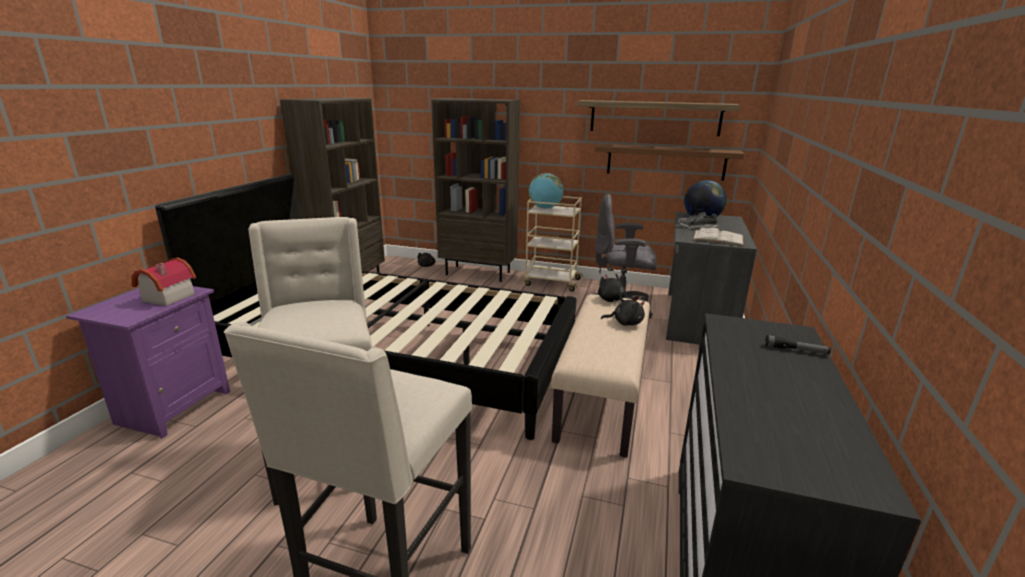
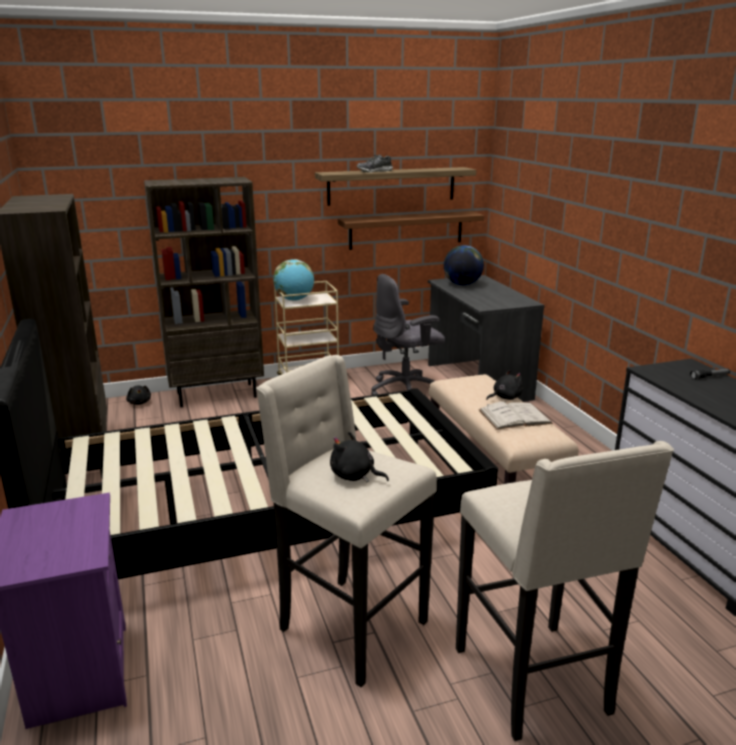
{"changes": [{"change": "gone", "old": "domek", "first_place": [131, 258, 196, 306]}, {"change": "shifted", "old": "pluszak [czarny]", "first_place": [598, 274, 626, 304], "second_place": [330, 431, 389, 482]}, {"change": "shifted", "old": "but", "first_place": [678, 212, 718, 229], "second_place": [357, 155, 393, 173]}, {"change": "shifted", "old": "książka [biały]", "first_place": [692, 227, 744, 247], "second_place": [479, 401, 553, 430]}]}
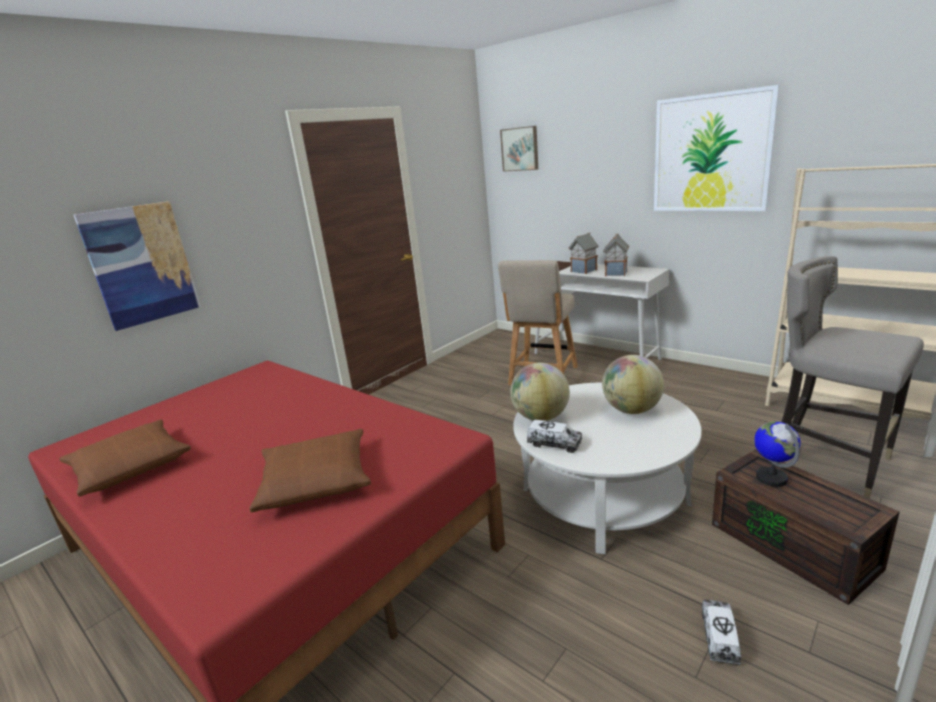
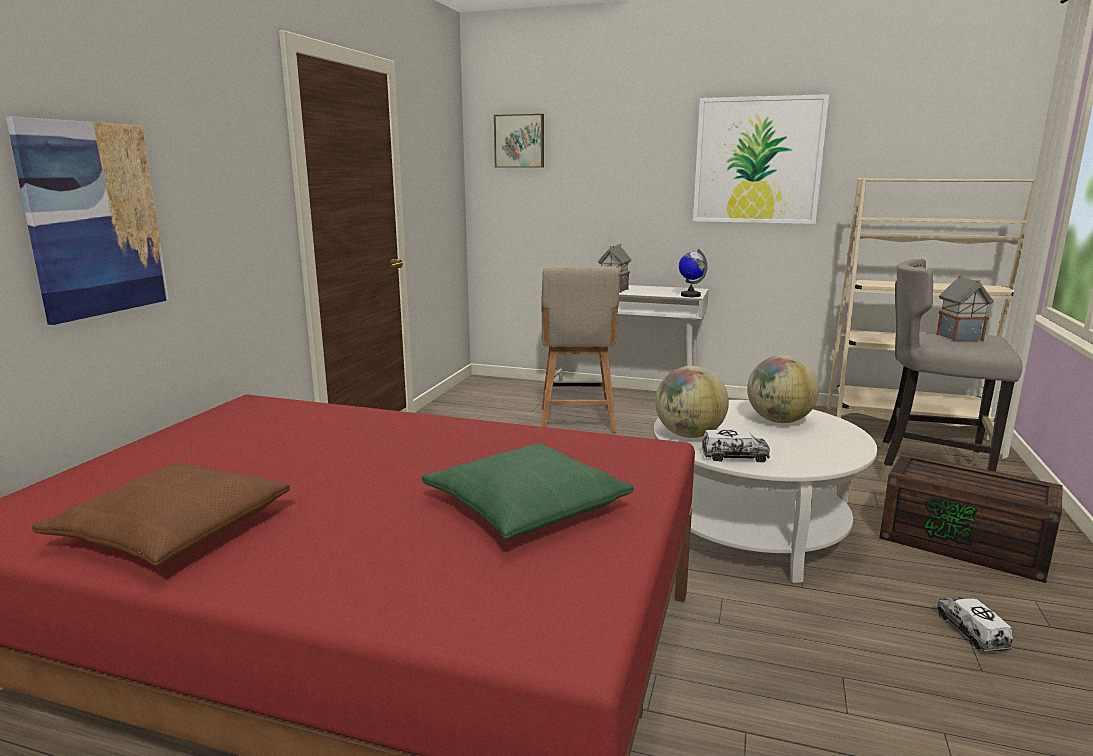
{"changes": [{"change": "repainted", "old": "poduszka [brązowy]", "new": "poduszka [zielony]", "first_place": [249, 429, 371, 512], "second_place": [422, 442, 633, 539]}, {"change": "shifted", "old": "domek", "first_place": [603, 234, 629, 276], "second_place": [936, 276, 993, 342]}, {"change": "shifted", "old": "globus", "first_place": [754, 421, 801, 487], "second_place": [679, 249, 707, 297]}]}
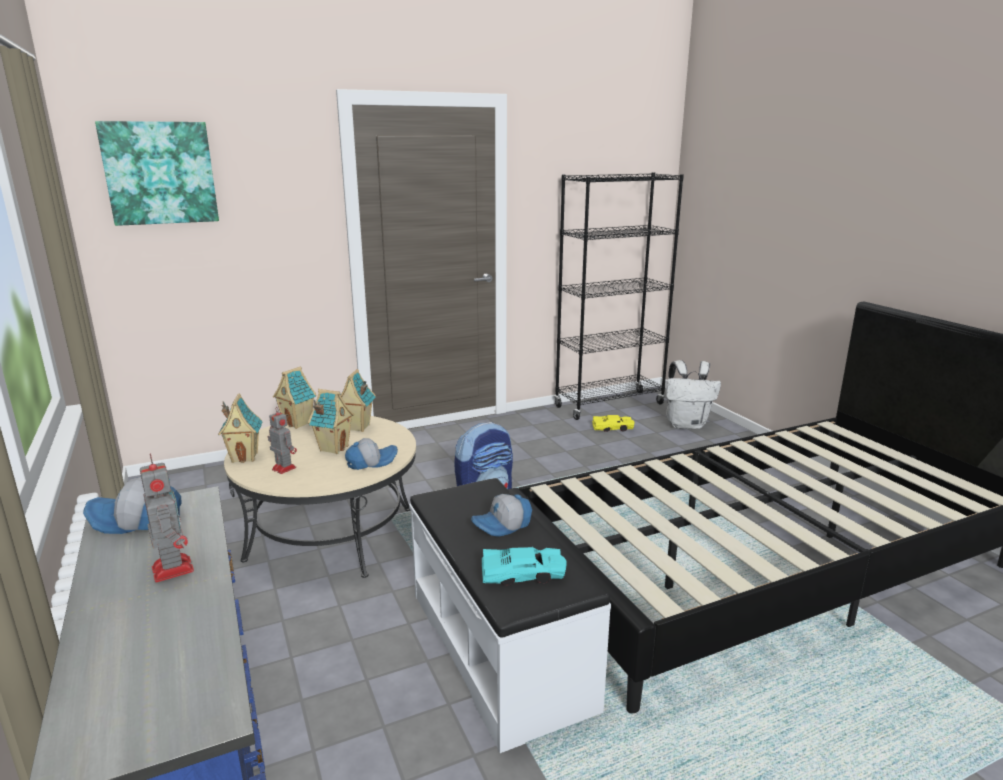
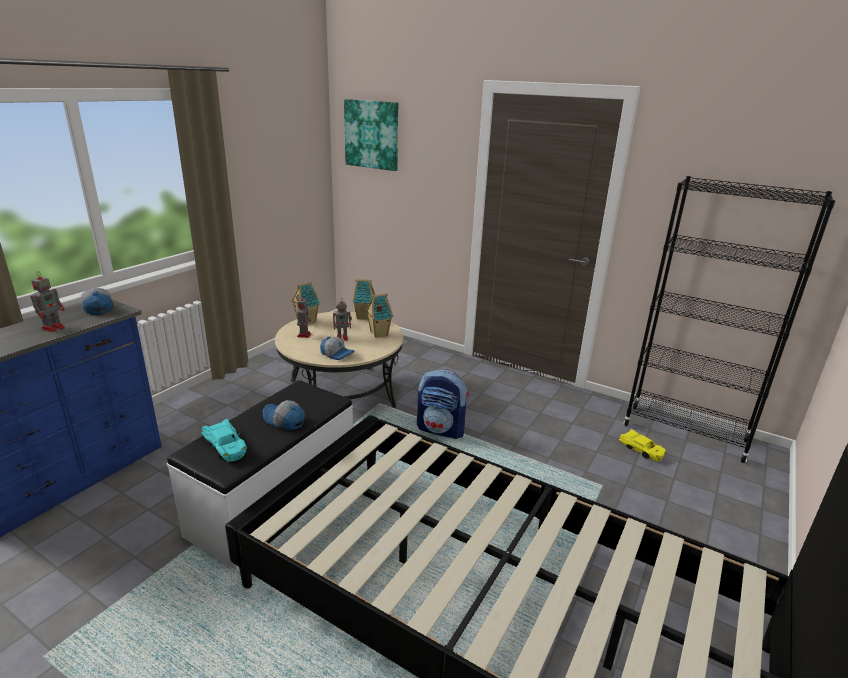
{"changes": [{"change": "swapped", "old": "domek", "new": "robot zabawkowy", "first_place": [308, 389, 354, 454], "second_place": [333, 298, 352, 341]}, {"change": "gone", "old": "plecak [biały]", "first_place": [666, 360, 721, 429]}]}
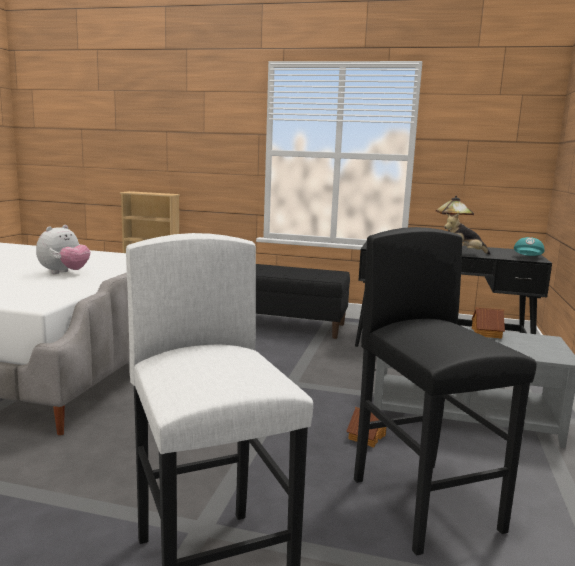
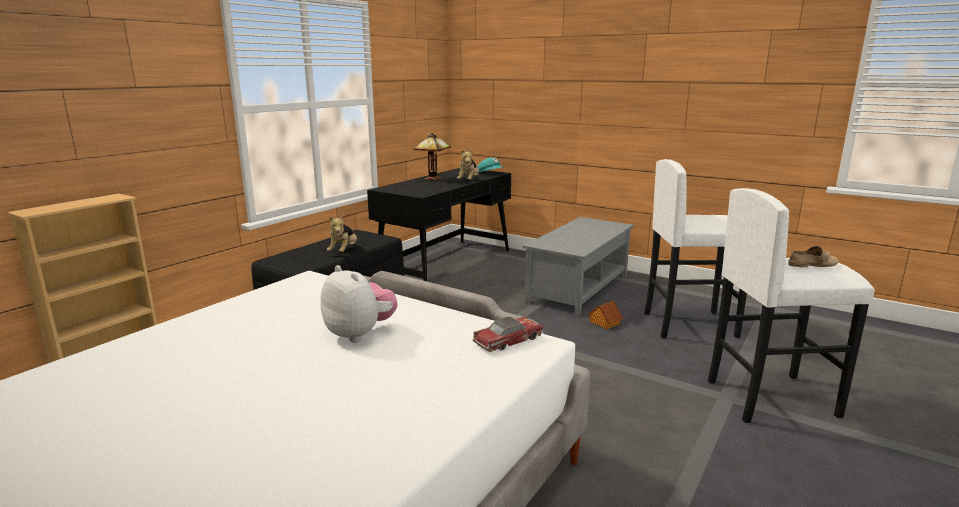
{"changes": [{"change": "repainted", "old": "stołek [czarny]", "new": "stołek [biały]", "first_place": [354, 227, 537, 556], "second_place": [644, 159, 747, 338]}, {"change": "gone", "old": "domek", "first_place": [472, 307, 505, 339]}, {"change": "new", "new": "pluszak", "second_place": [327, 215, 357, 252]}, {"change": "new", "new": "samochodzik", "second_place": [473, 316, 543, 352]}, {"change": "new", "new": "but [beżowy]", "second_place": [788, 246, 839, 267]}]}
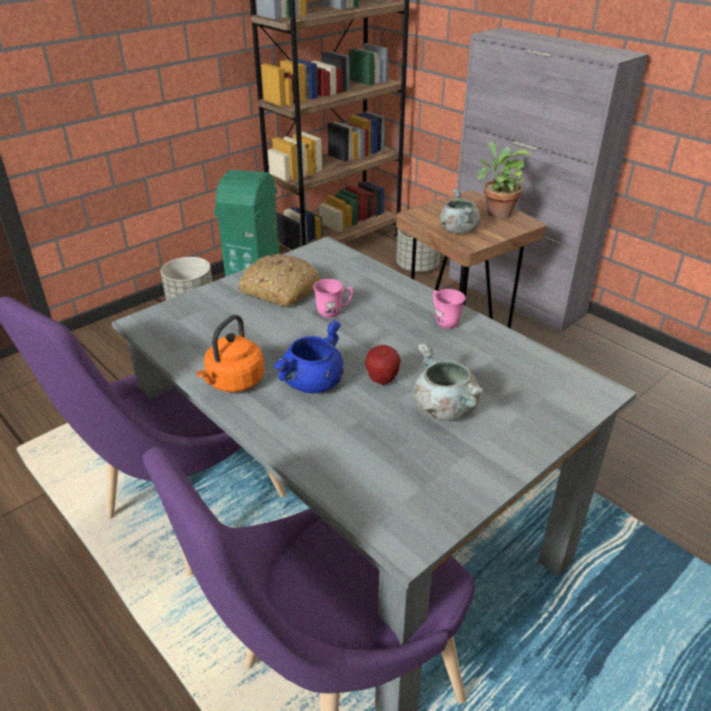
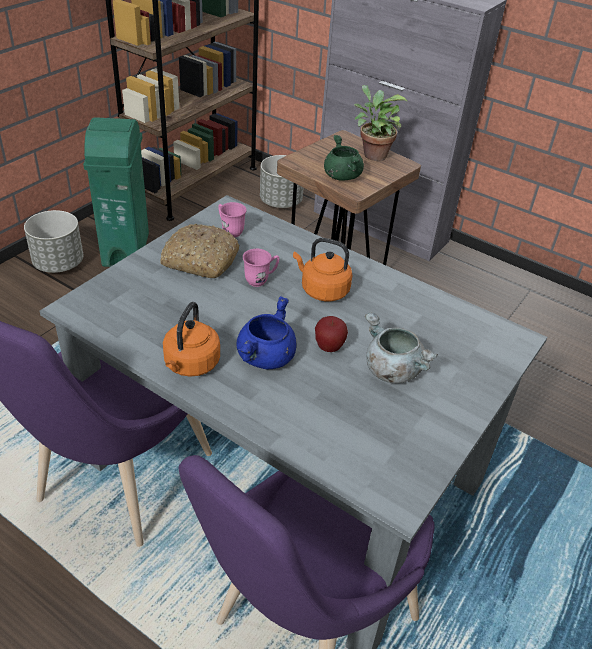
{"changes": [{"change": "shifted", "old": "kubek [różowy]", "first_place": [433, 289, 465, 329], "second_place": [218, 202, 247, 237]}, {"change": "repainted", "old": "garnek [szary]", "new": "garnek [zielony]", "first_place": [439, 189, 481, 234], "second_place": [324, 135, 364, 181]}, {"change": "new", "new": "czajnik [pomarańczowy]", "second_place": [293, 238, 352, 301]}]}
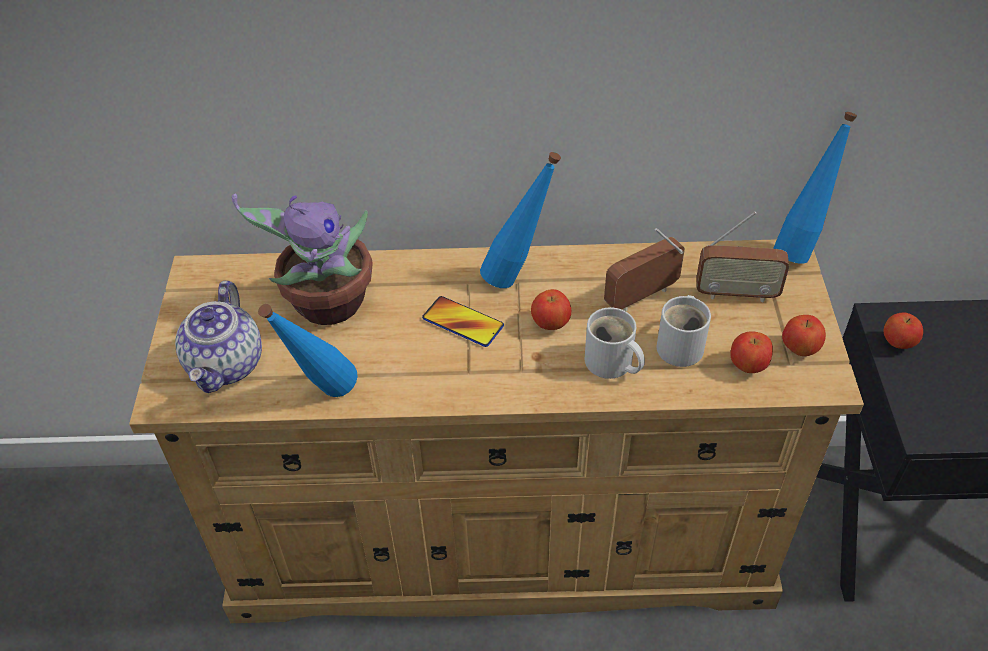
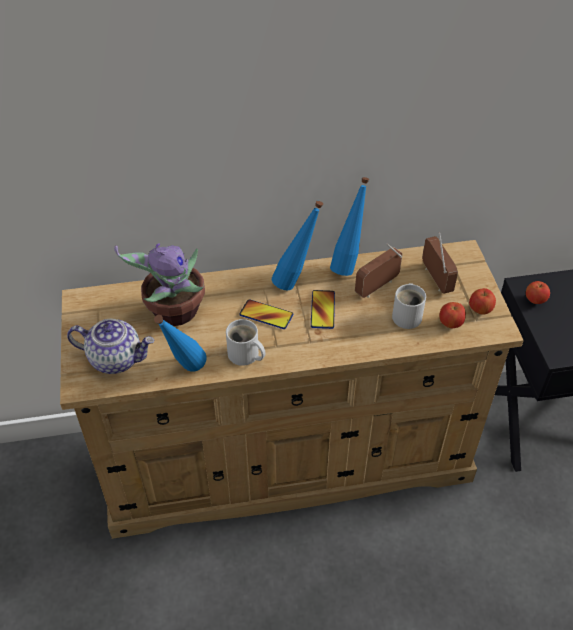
{"changes": [{"change": "rotated", "old": "imbryk", "first_place": [175, 281, 262, 393], "second_place": [67, 319, 155, 374], "degrees": -75}, {"change": "swapped", "old": "jabłko", "new": "telefon", "first_place": [531, 289, 571, 330], "second_place": [311, 290, 335, 329]}, {"change": "shifted", "old": "kubek [biały]", "first_place": [585, 307, 645, 379], "second_place": [226, 319, 266, 366]}, {"change": "rotated", "old": "radio", "first_place": [696, 212, 789, 302], "second_place": [422, 232, 458, 294], "degrees": -105}, {"change": "shifted", "old": "butelka [niebieski]", "first_place": [773, 112, 857, 264], "second_place": [330, 177, 369, 276]}]}
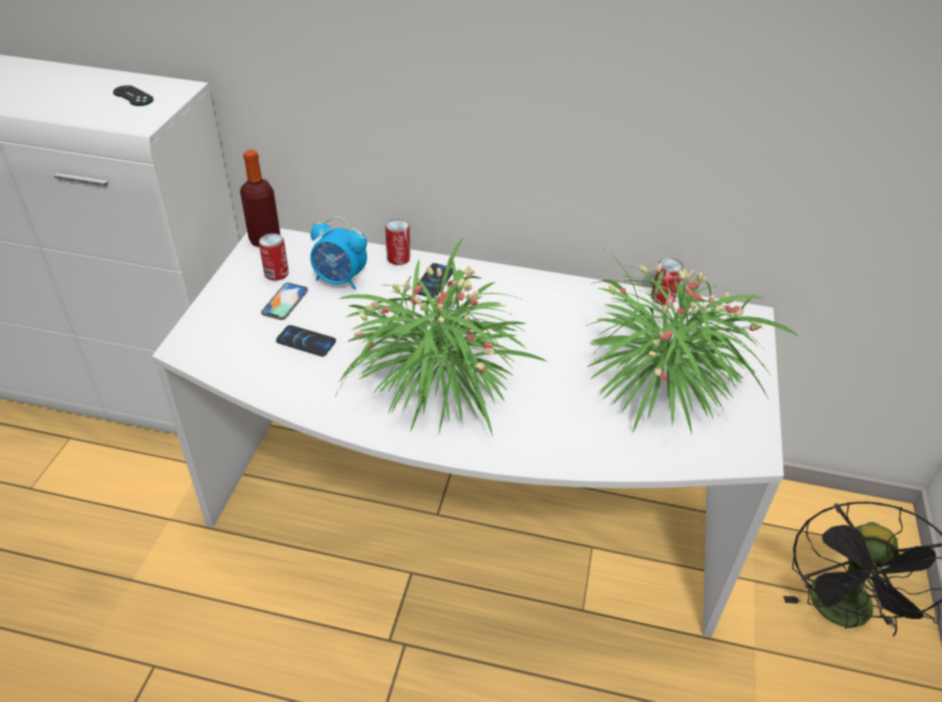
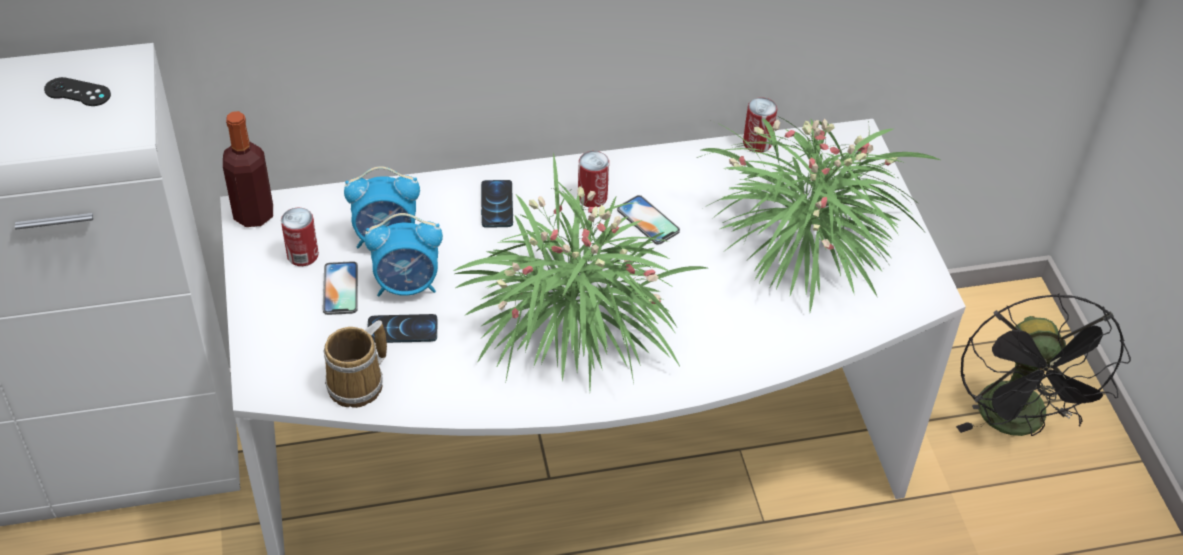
{"changes": [{"change": "shifted", "old": "puszka", "first_place": [385, 219, 410, 265], "second_place": [578, 151, 609, 207]}, {"change": "new", "new": "kubek", "second_place": [323, 320, 387, 408]}, {"change": "new", "new": "budzik", "second_place": [364, 213, 443, 296]}, {"change": "new", "new": "telefon", "second_place": [617, 195, 680, 245]}]}
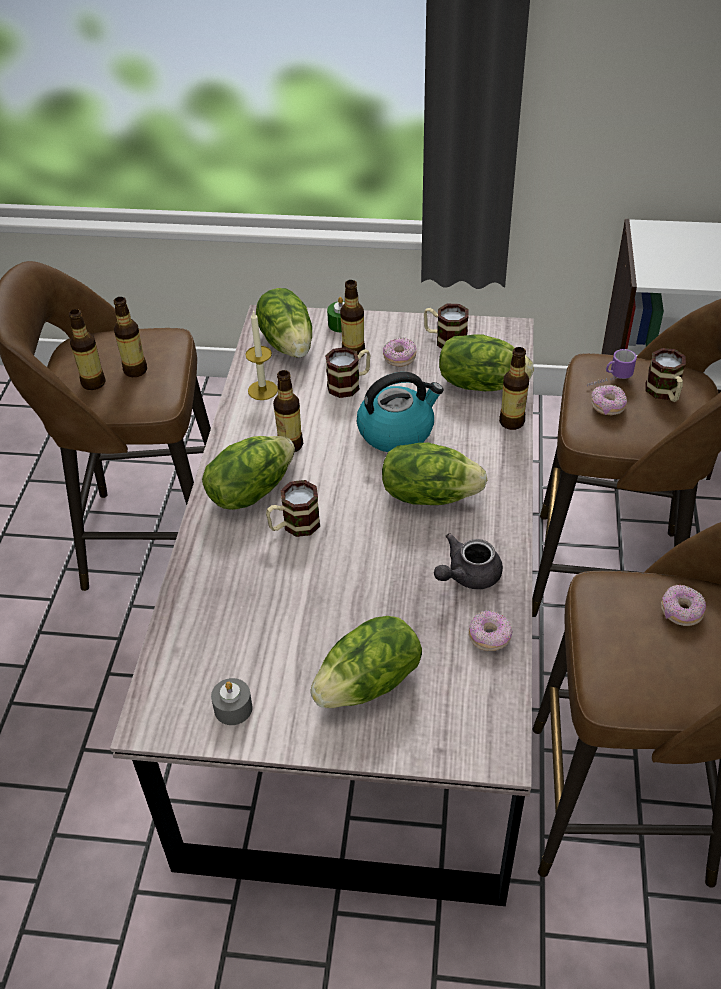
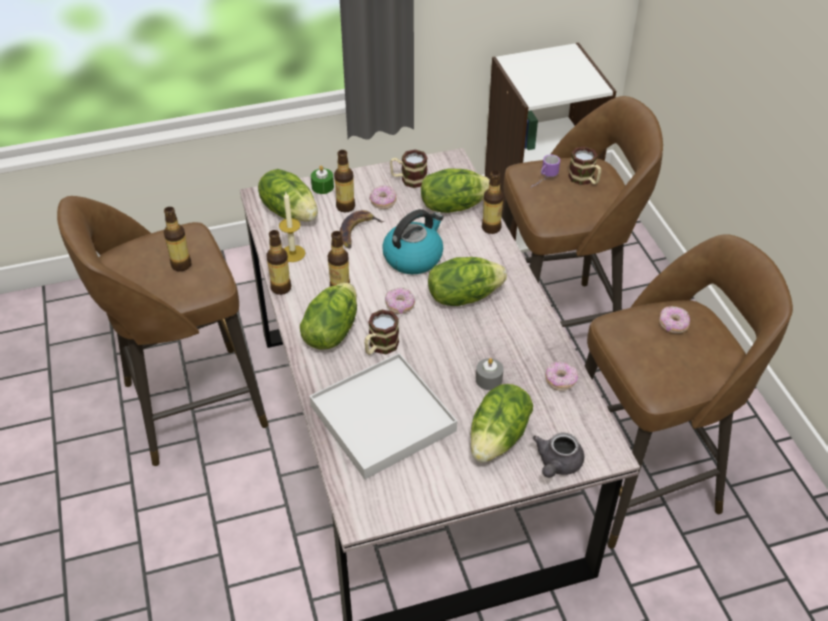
{"changes": [{"change": "shifted", "old": "butelka", "first_place": [69, 309, 106, 390], "second_place": [267, 230, 292, 295]}, {"change": "shifted", "old": "świeca [szary]", "first_place": [211, 678, 253, 725], "second_place": [476, 358, 503, 390]}, {"change": "swapped", "old": "kubek", "new": "banan", "first_place": [325, 347, 370, 398], "second_place": [340, 210, 384, 249]}, {"change": "shifted", "old": "imbryk [szary]", "first_place": [434, 533, 503, 589], "second_place": [533, 433, 584, 478]}, {"change": "shifted", "old": "donut", "first_place": [591, 385, 627, 415], "second_place": [385, 287, 415, 314]}, {"change": "new", "new": "taca [biały]", "second_place": [310, 353, 457, 479]}]}
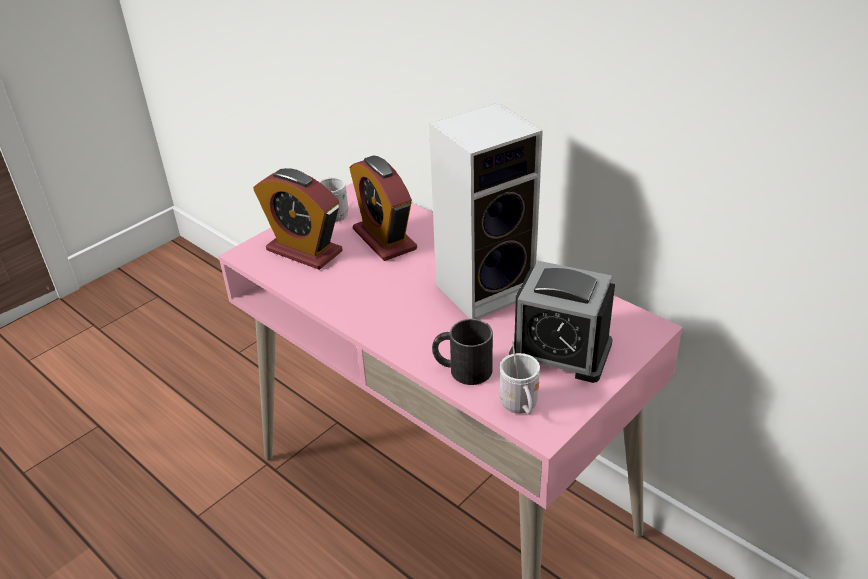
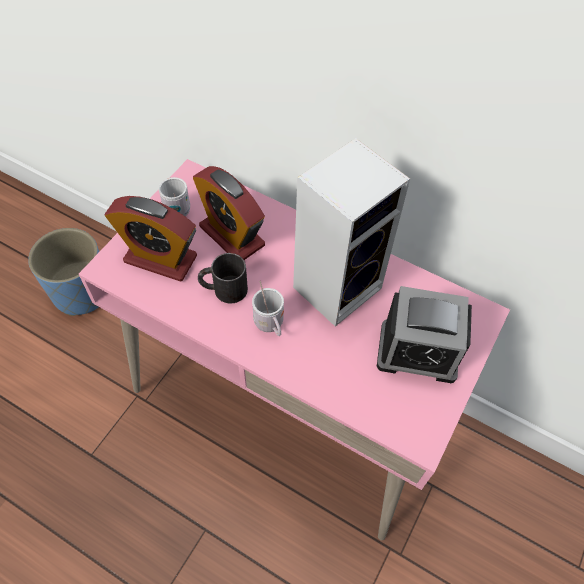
{"changes": [{"change": "shifted", "old": "kubek [czarny]", "first_place": [432, 319, 493, 385], "second_place": [198, 253, 248, 304]}, {"change": "shifted", "old": "kubek [biały]", "first_place": [499, 341, 540, 414], "second_place": [252, 281, 284, 336]}, {"change": "new", "new": "donica [niebieski]", "second_place": [28, 228, 99, 316]}]}
